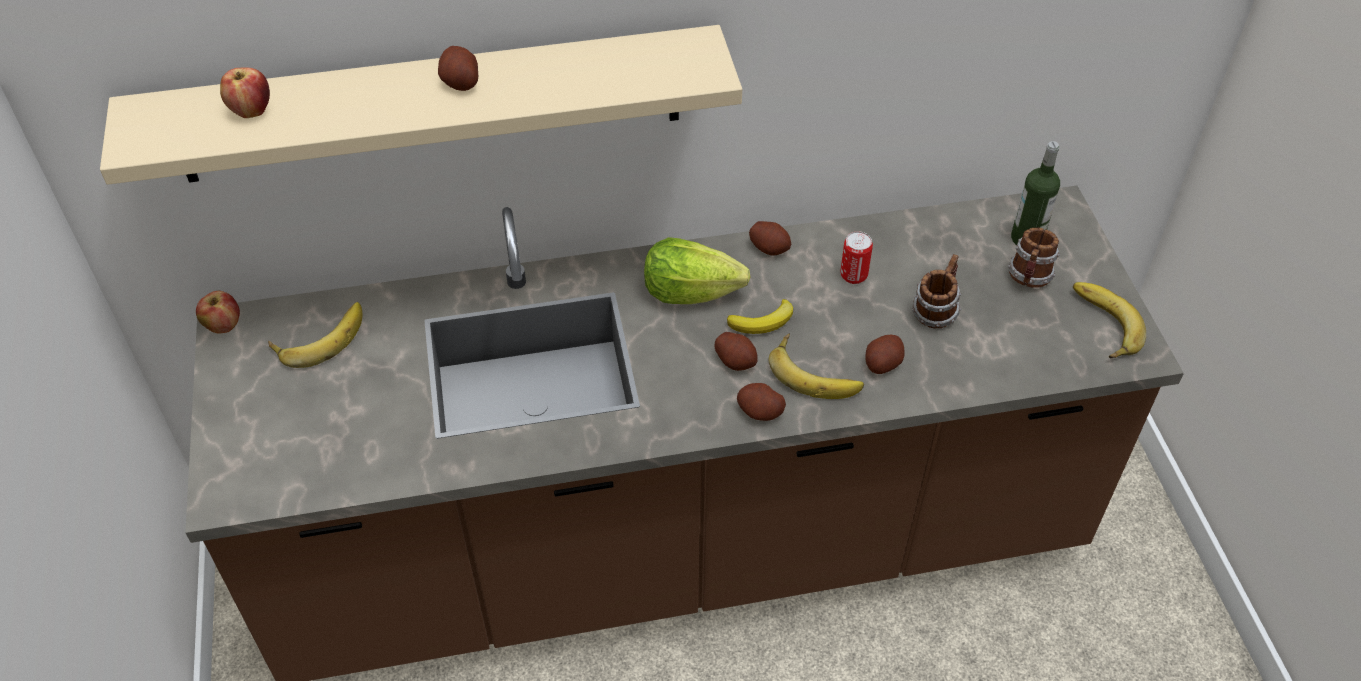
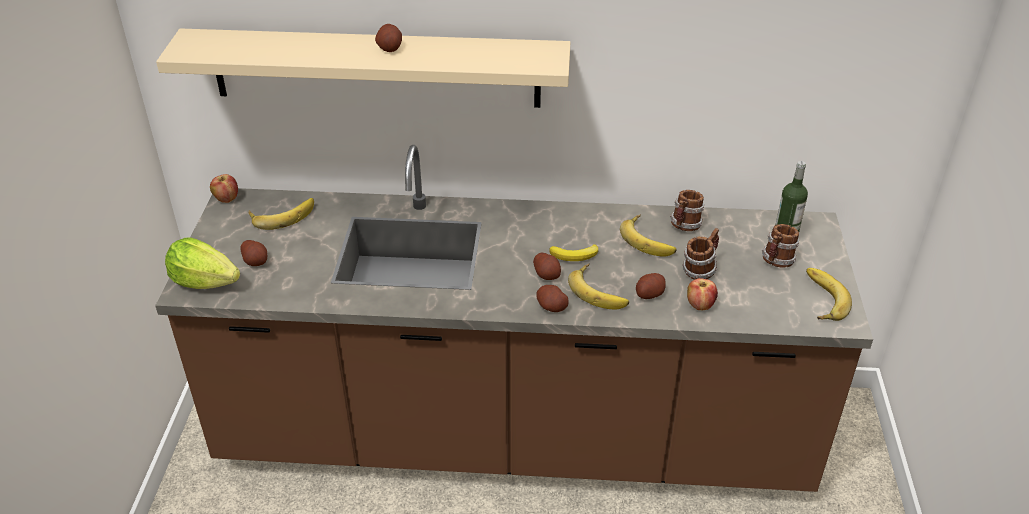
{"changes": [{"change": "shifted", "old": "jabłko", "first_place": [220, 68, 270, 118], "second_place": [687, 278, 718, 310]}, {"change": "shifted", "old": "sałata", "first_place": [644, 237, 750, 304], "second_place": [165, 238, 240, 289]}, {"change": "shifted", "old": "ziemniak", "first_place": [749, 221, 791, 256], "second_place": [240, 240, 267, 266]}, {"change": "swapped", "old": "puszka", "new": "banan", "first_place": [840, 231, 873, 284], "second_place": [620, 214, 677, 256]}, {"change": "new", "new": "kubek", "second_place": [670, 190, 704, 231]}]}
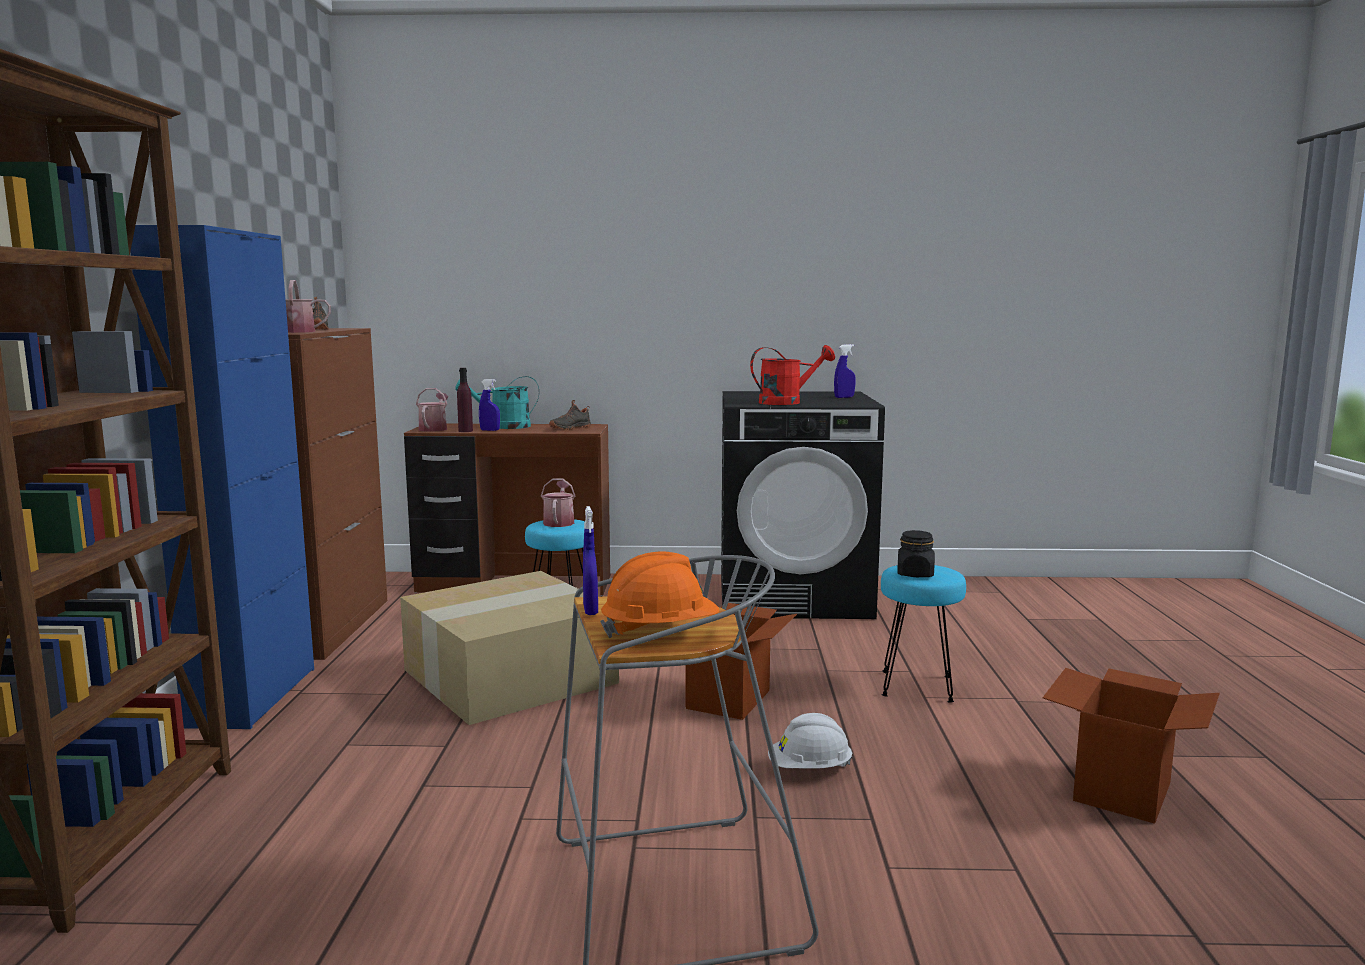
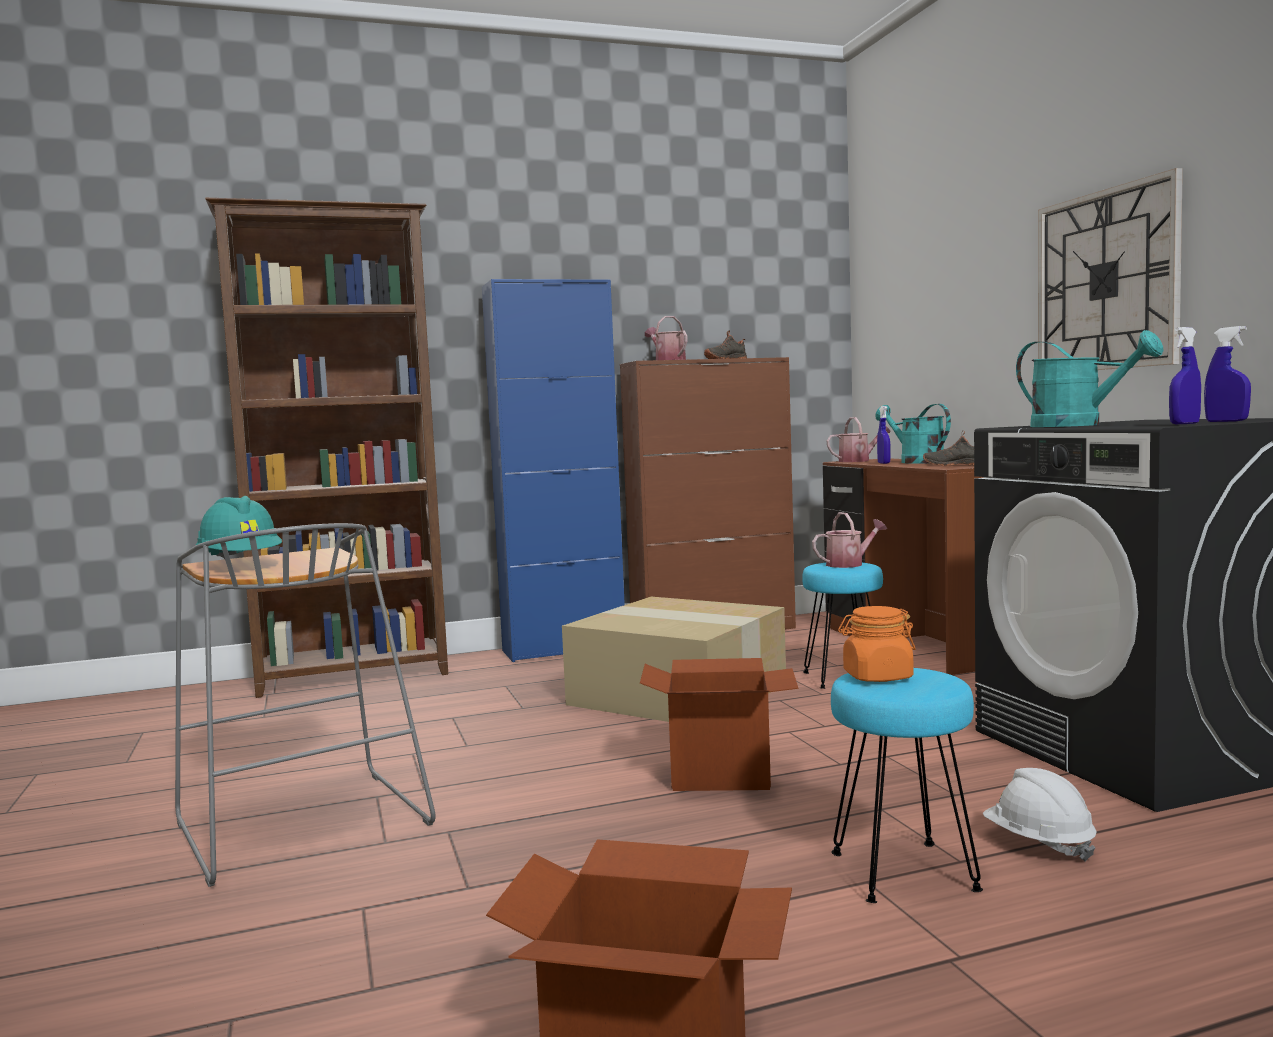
{"changes": [{"change": "gone", "old": "butelka [fioletowy]", "first_place": [457, 368, 473, 432]}, {"change": "shifted", "old": "spryskiwacz [niebieski]", "first_place": [583, 506, 598, 615], "second_place": [1169, 327, 1201, 424]}, {"change": "repainted", "old": "kask [pomarańczowy]", "new": "kask [turkusowy]", "first_place": [600, 551, 720, 639], "second_place": [196, 496, 282, 559]}, {"change": "repainted", "old": "konewka [czerwony]", "new": "konewka [turkusowy]", "first_place": [750, 345, 835, 405], "second_place": [1016, 330, 1164, 427]}, {"change": "shifted", "old": "kask [biały]", "first_place": [768, 713, 852, 769], "second_place": [983, 768, 1097, 862]}, {"change": "repainted", "old": "słoik [czarny]", "new": "słoik [pomarańczowy]", "first_place": [898, 530, 935, 577], "second_place": [838, 606, 916, 682]}, {"change": "new", "new": "zegar ścienny", "second_place": [1038, 168, 1183, 370]}]}
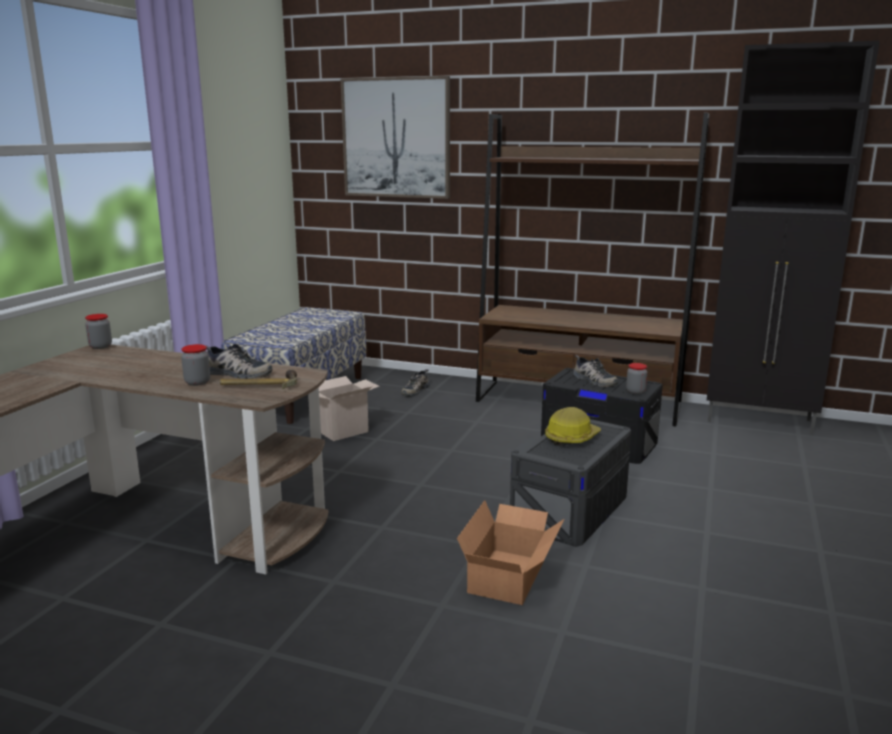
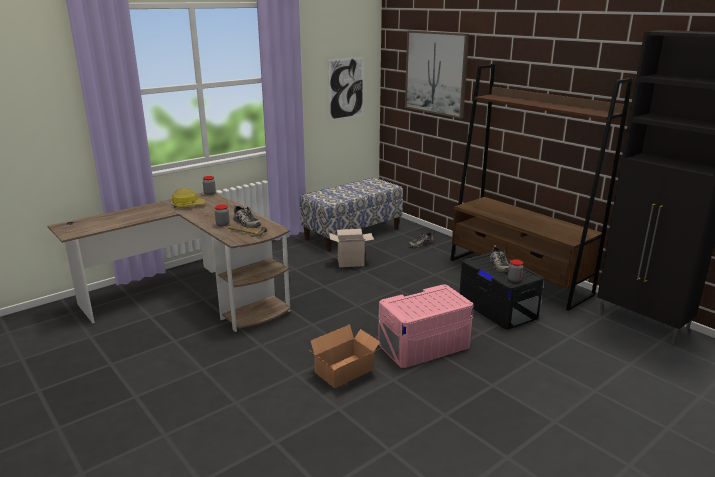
{"changes": [{"change": "repainted", "old": "pojemnik do przechowywania [szary]", "new": "pojemnik do przechowywania [różowy]", "first_place": [510, 419, 631, 547], "second_place": [378, 285, 474, 368]}, {"change": "shifted", "old": "kask", "first_place": [545, 407, 601, 446], "second_place": [171, 188, 205, 207]}, {"change": "new", "new": "obraz", "second_place": [328, 57, 364, 120]}]}
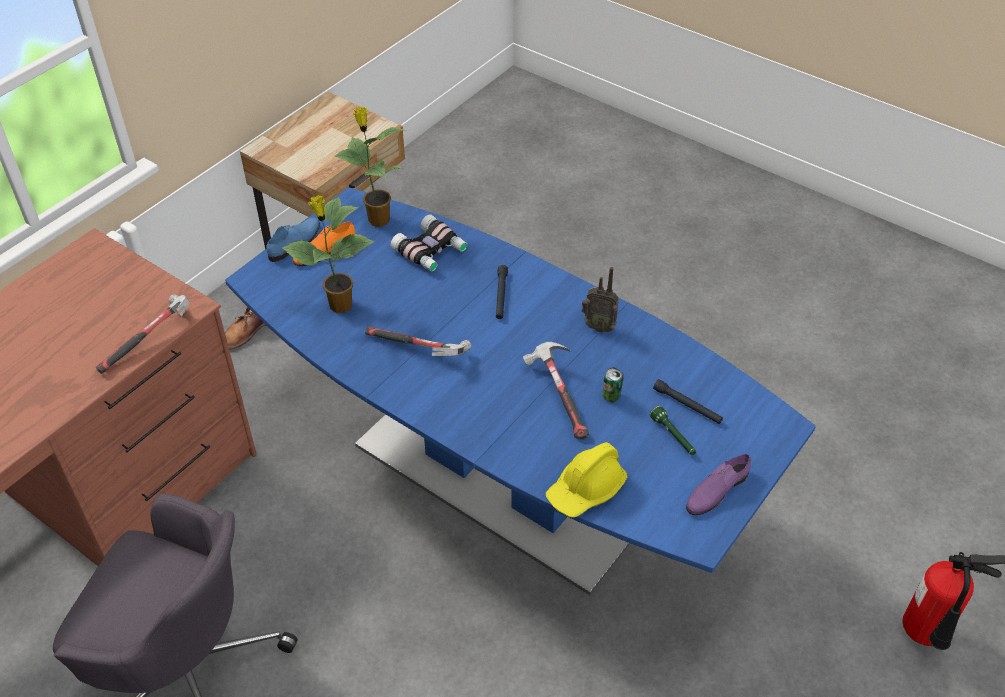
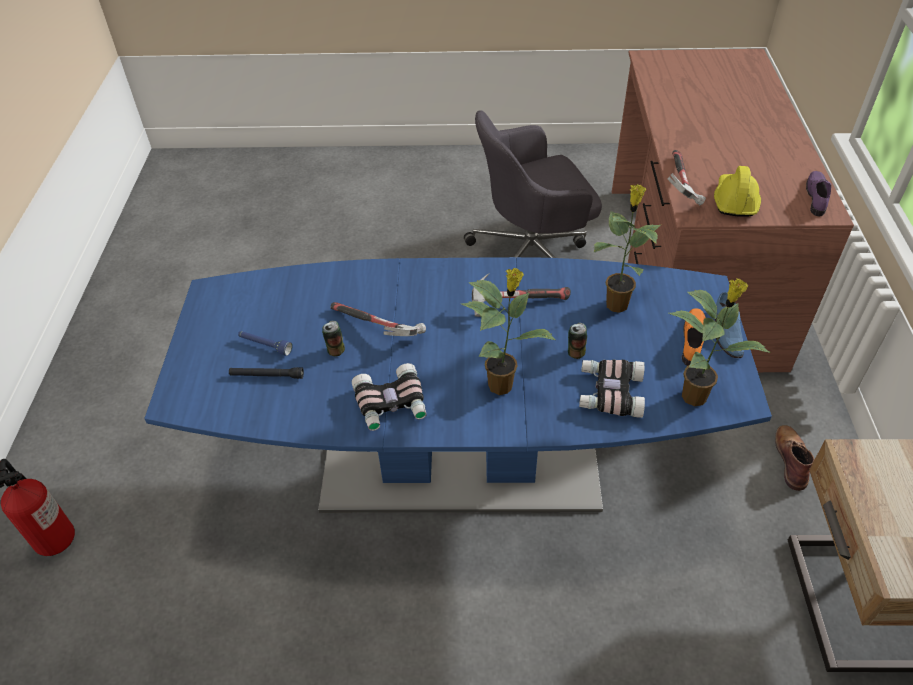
{"changes": [{"change": "swapped", "old": "latarka [czarny]", "new": "roślina doniczkowa", "first_place": [496, 265, 508, 319], "second_place": [461, 268, 556, 395]}, {"change": "shifted", "old": "kask [żółty]", "first_place": [545, 442, 628, 518], "second_place": [714, 166, 761, 217]}, {"change": "swapped", "old": "radio", "new": "lornetka", "first_place": [582, 267, 619, 333], "second_place": [352, 363, 427, 431]}, {"change": "repainted", "old": "latarka [zielony]", "new": "latarka [niebieski]", "first_place": [650, 405, 696, 455], "second_place": [238, 331, 293, 356]}, {"change": "shifted", "old": "but [fioletowy]", "first_place": [686, 454, 751, 515], "second_place": [806, 171, 831, 216]}, {"change": "new", "new": "puszka", "second_place": [568, 323, 587, 359]}]}
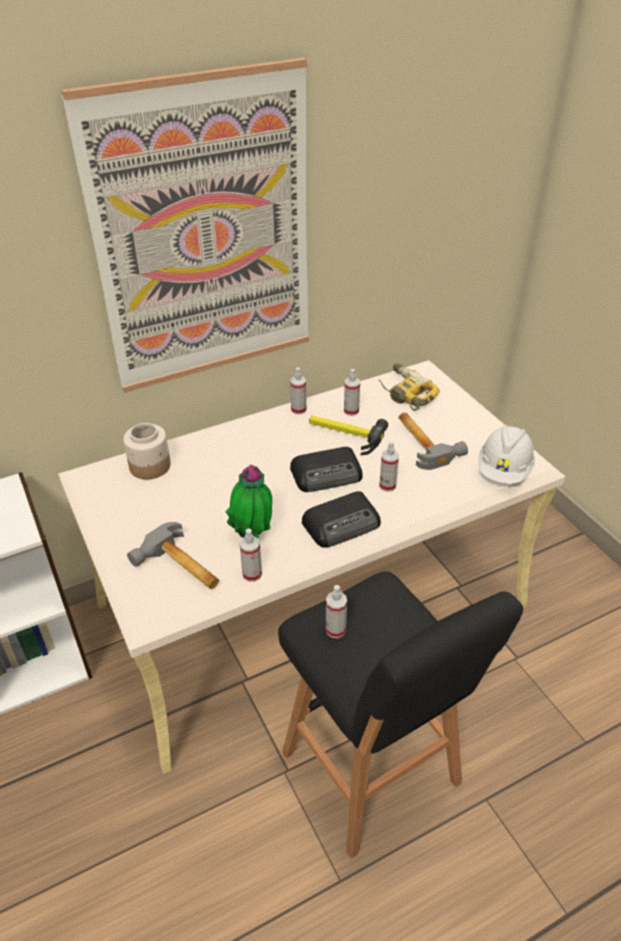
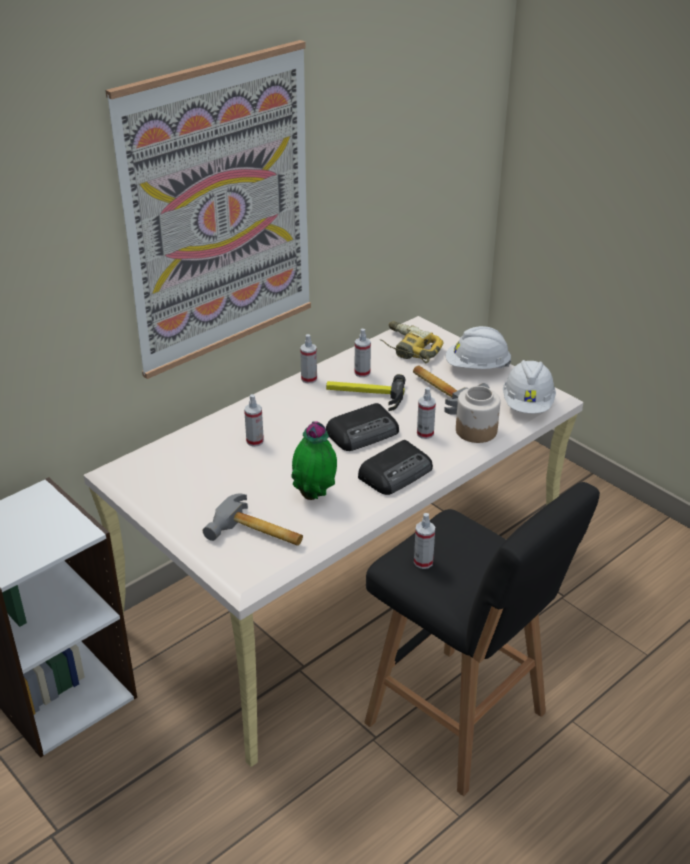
{"changes": [{"change": "shifted", "old": "słoik", "first_place": [123, 423, 171, 479], "second_place": [456, 386, 500, 443]}, {"change": "shifted", "old": "spryskiwacz", "first_place": [240, 528, 262, 582], "second_place": [244, 394, 264, 447]}, {"change": "new", "new": "kask [biały]", "second_place": [446, 326, 511, 369]}]}
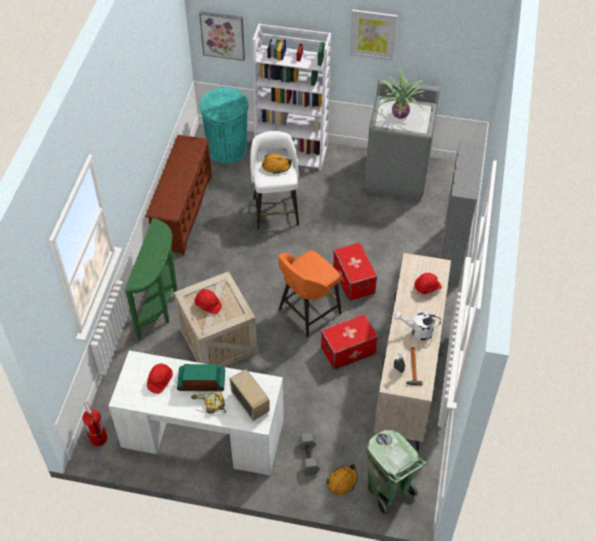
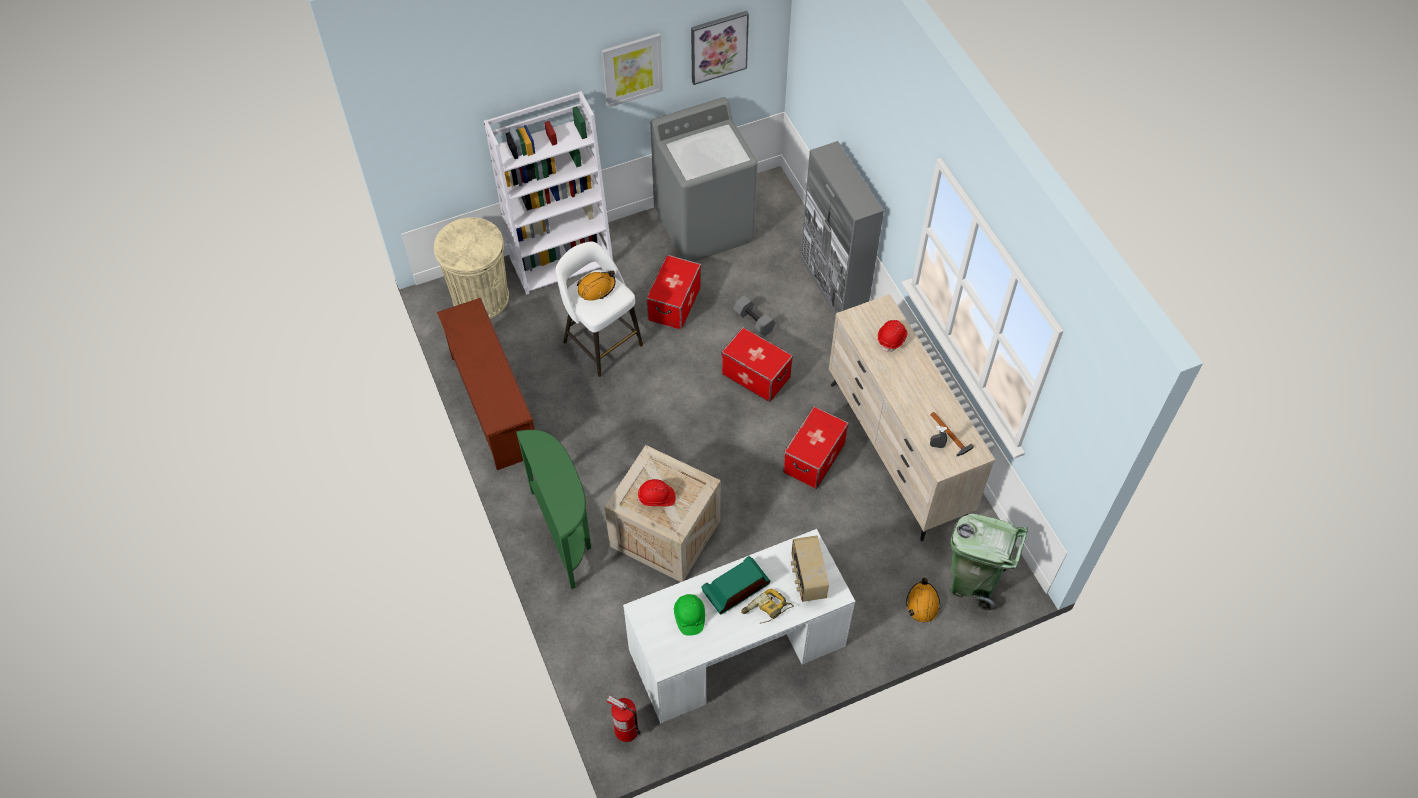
{"changes": [{"change": "repainted", "old": "kask [czerwony]", "new": "kask [zielony]", "first_place": [147, 364, 173, 394], "second_place": [674, 594, 705, 636]}, {"change": "shifted", "old": "obraz", "first_place": [199, 11, 245, 61], "second_place": [691, 11, 749, 85]}, {"change": "repainted", "old": "kosz na śmieci [turkusowy]", "new": "kosz na śmieci [beżowy]", "first_place": [199, 88, 249, 163], "second_place": [434, 217, 509, 319]}, {"change": "rotated", "old": "radio", "first_place": [229, 369, 270, 421], "second_place": [791, 536, 829, 602], "degrees": -120}, {"change": "gone", "old": "stołek [pomarańczowy]", "first_place": [278, 250, 342, 337]}, {"change": "shifted", "old": "hantel [szary]", "first_place": [298, 433, 320, 475], "second_place": [733, 295, 776, 336]}, {"change": "gone", "old": "roślina doniczkowa", "first_place": [377, 69, 425, 119]}, {"change": "gone", "old": "konewka [biały]", "first_place": [394, 311, 441, 341]}, {"change": "new", "new": "pojemnik do przechowywania", "second_place": [646, 255, 701, 330]}]}
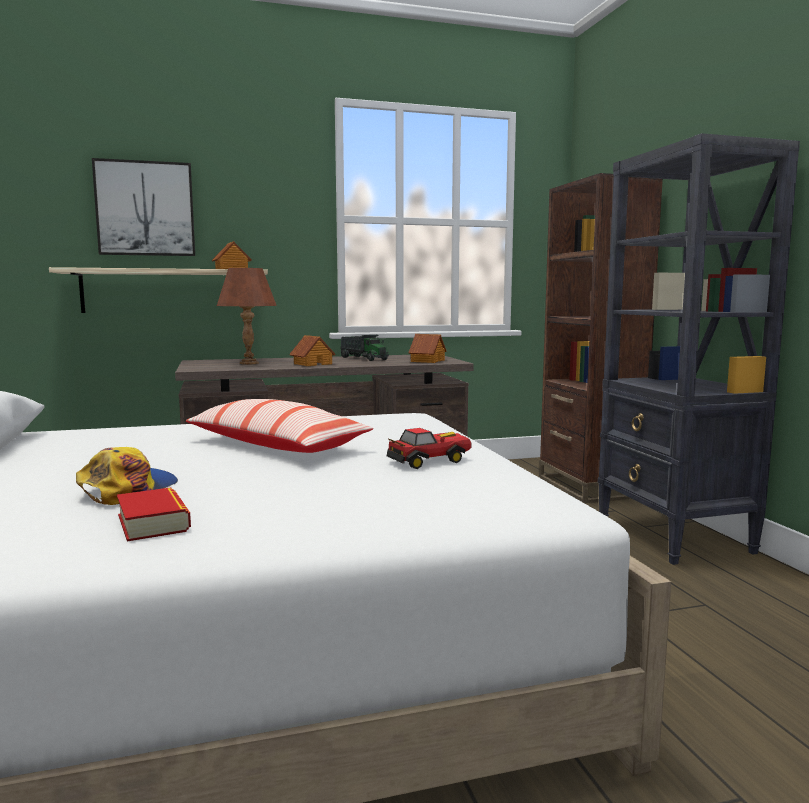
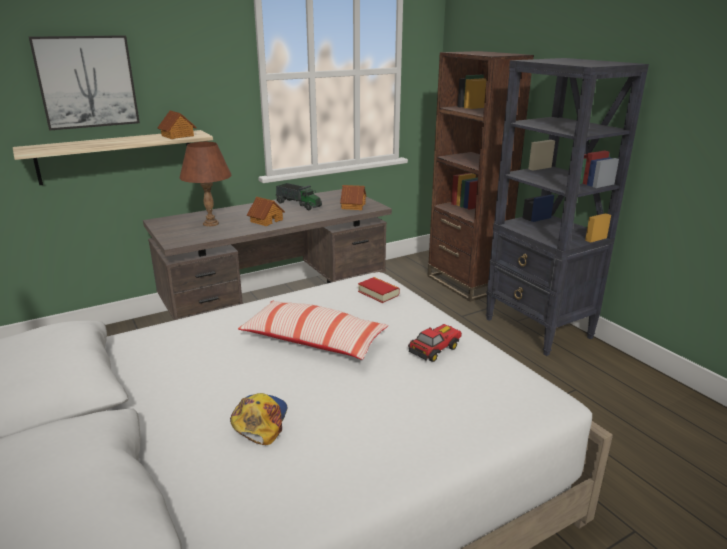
{"changes": [{"change": "shifted", "old": "książka", "first_place": [117, 487, 191, 542], "second_place": [358, 277, 400, 303]}]}
